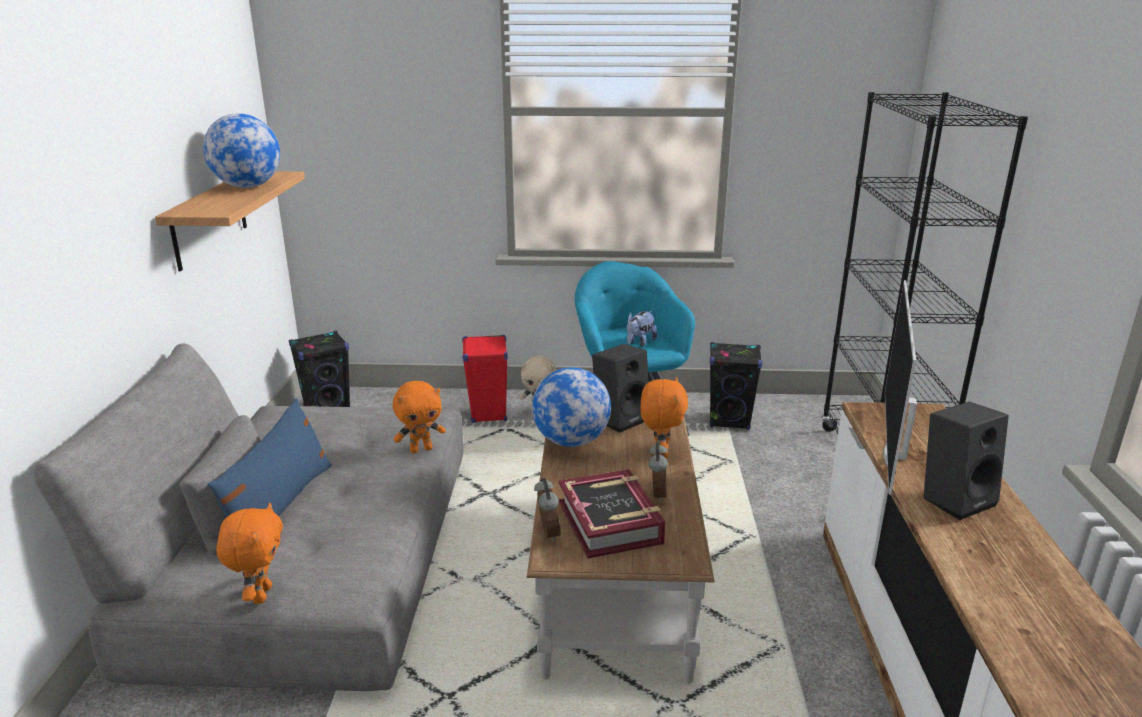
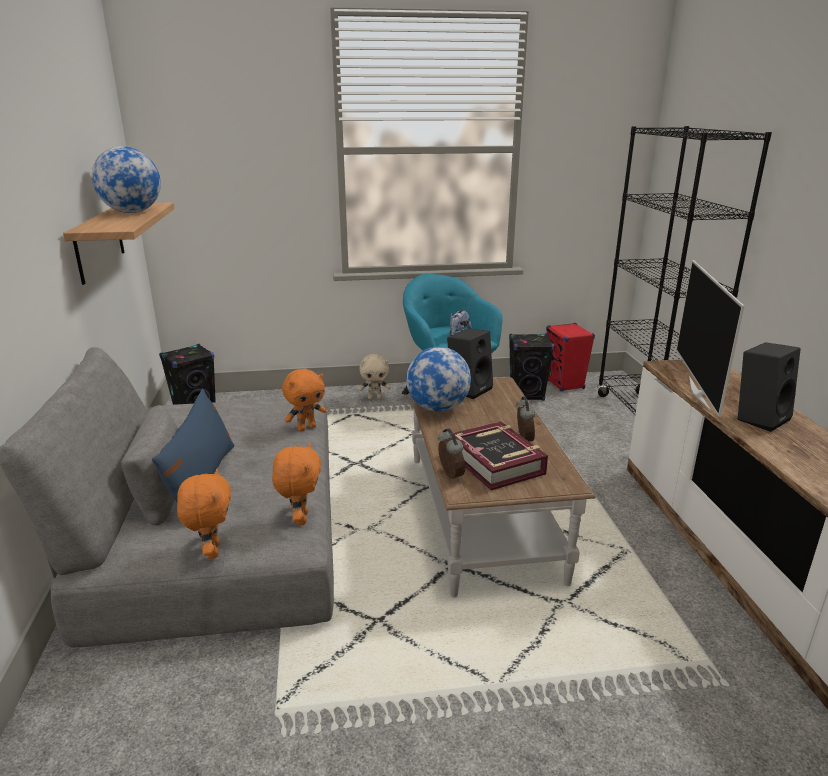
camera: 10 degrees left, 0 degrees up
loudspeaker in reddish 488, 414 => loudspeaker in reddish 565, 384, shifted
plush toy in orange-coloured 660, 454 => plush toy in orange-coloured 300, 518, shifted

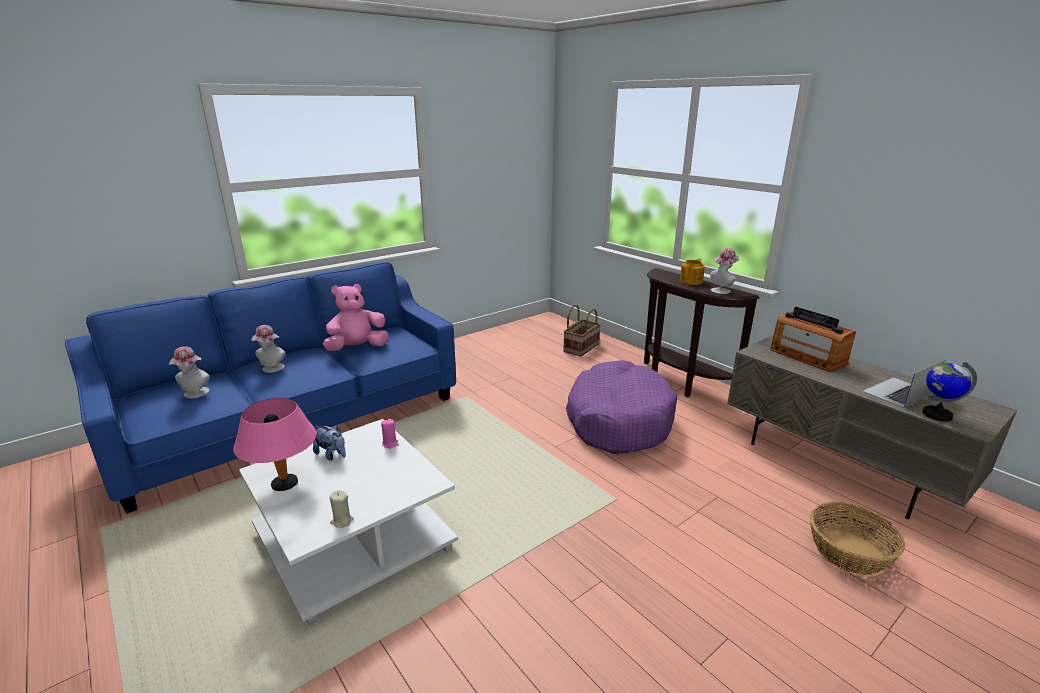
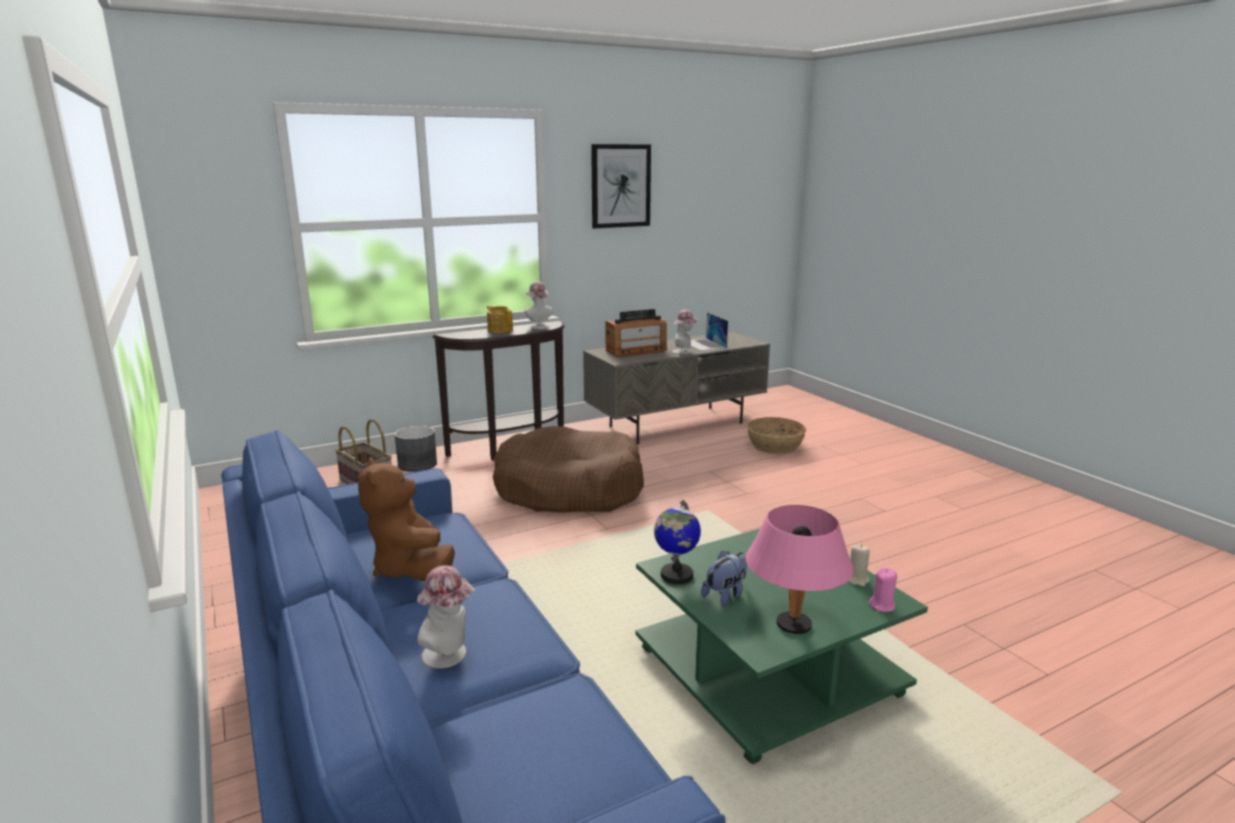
camera: 80 degrees left, 5 degrees down
nothing => plant pot in greyish 417, 464
nothing => wall art 620, 186
clothing hat 194, 394 => clothing hat 684, 352, shifted
wax light in pinkish 390, 443 => wax light in pinkish 882, 605, shifted
desk globe 936, 414 => desk globe 676, 575, shifted
lounge table in white-coloured 355, 539 => lounge table in green-coloured 764, 671
plush toy in pinkish 357, 348 => plush toy in brown-coloured 412, 569
dog cushion in purple 618, 420 => dog cushion in brown-coloured 569, 489

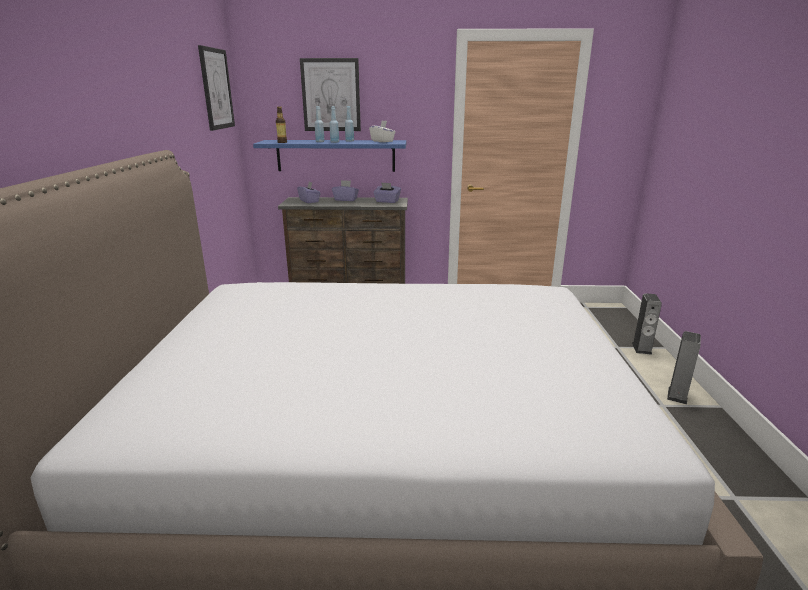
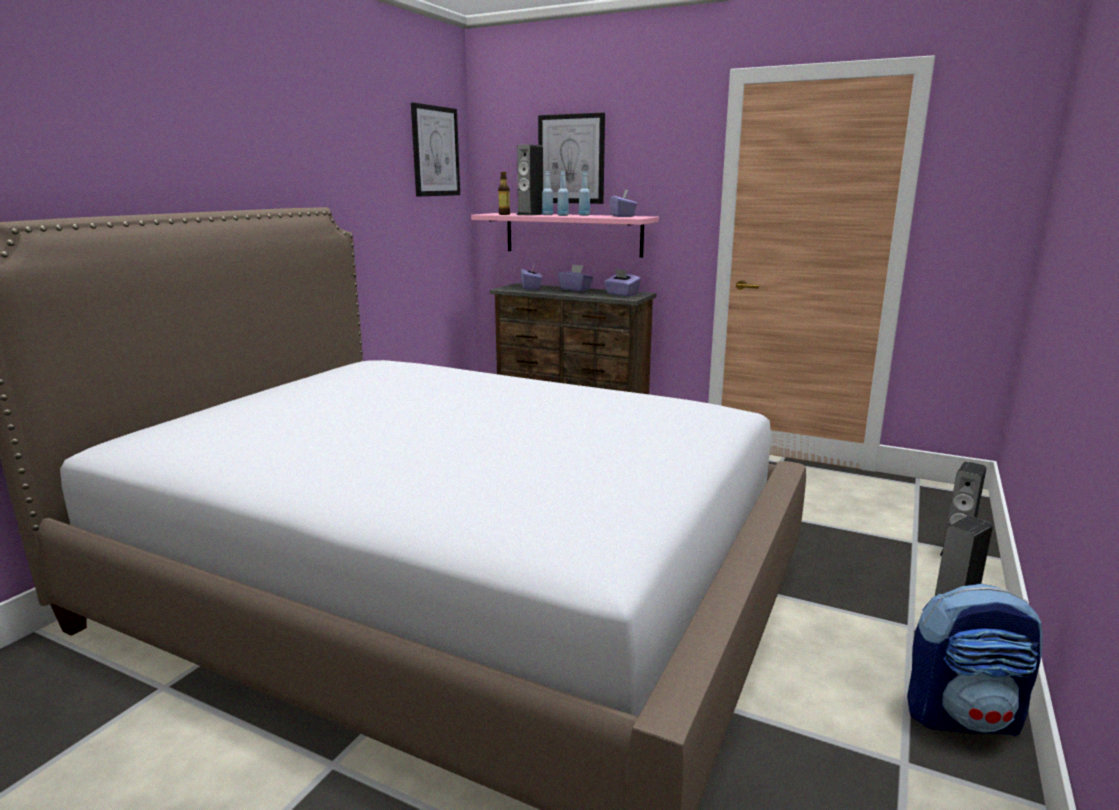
camera: 25 degrees right, 5 degrees down
nothing => loudspeaker 530, 214
nothing => knapsack 963, 716
bracket shelf in blue 335, 155 => bracket shelf in pinkish 573, 234
tissue holder in white-coloured 382, 141 => tissue holder in purple 622, 216

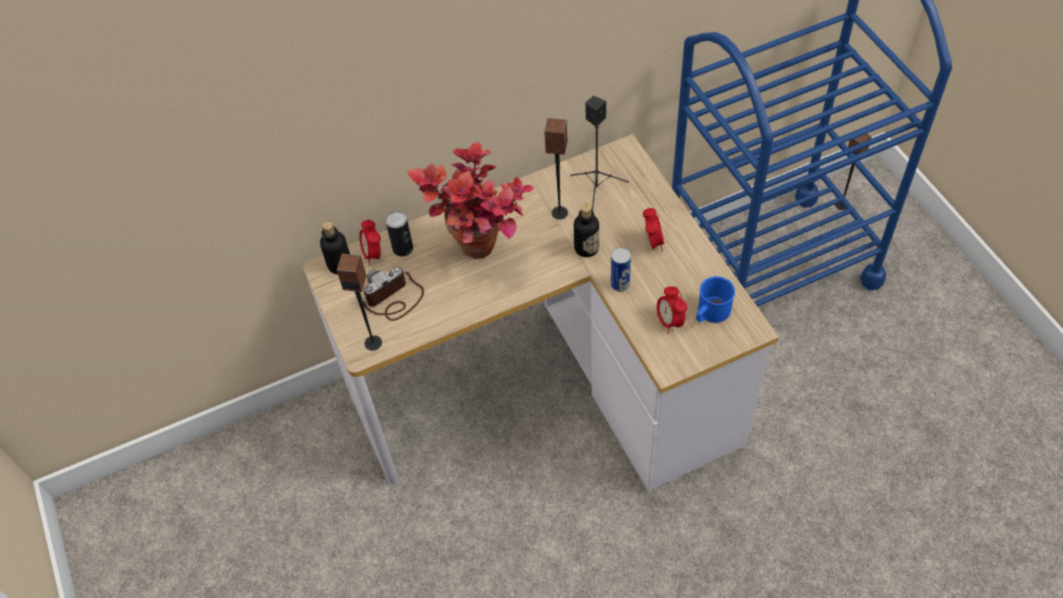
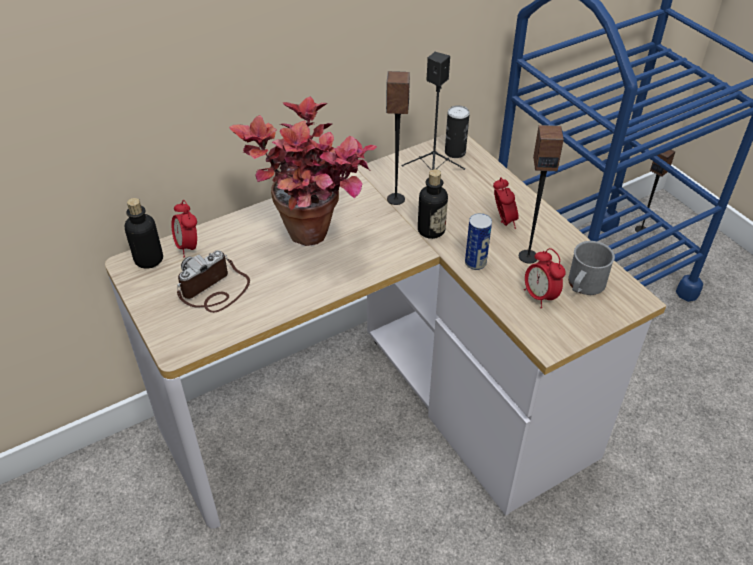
camera: 10 degrees left, 10 degrees down
loudspeaker 373, 342 => loudspeaker 528, 256, shifted
sealed can 403, 248 => sealed can 455, 152, shifted
tea mug in blue 710, 313 => tea mug in greyish 583, 286

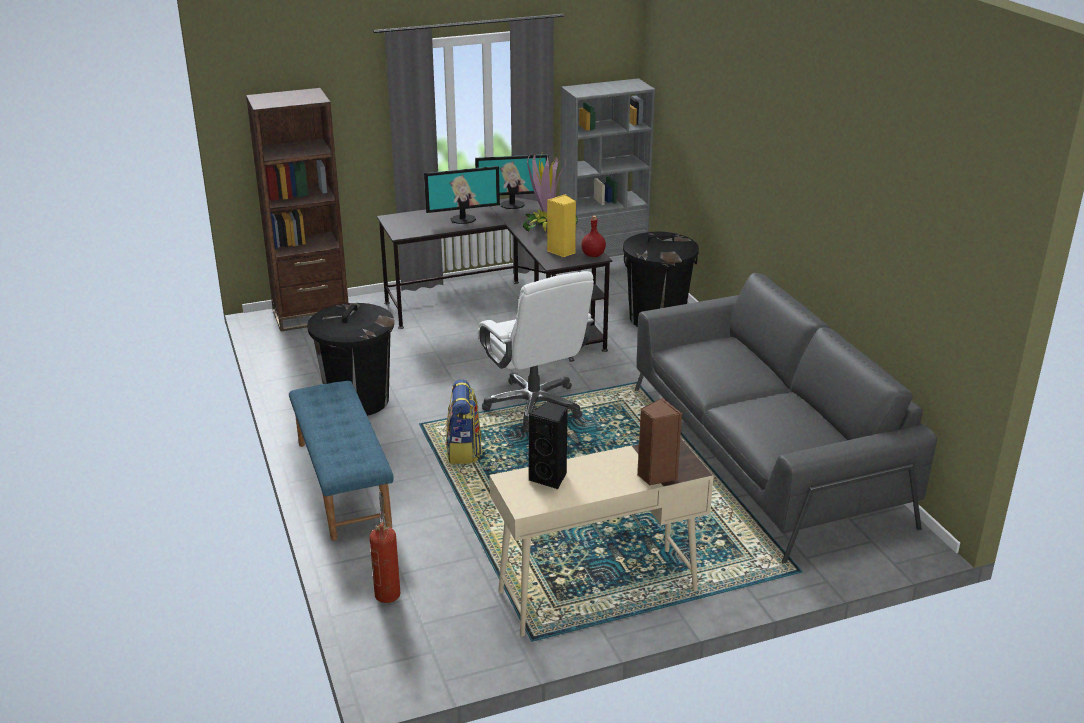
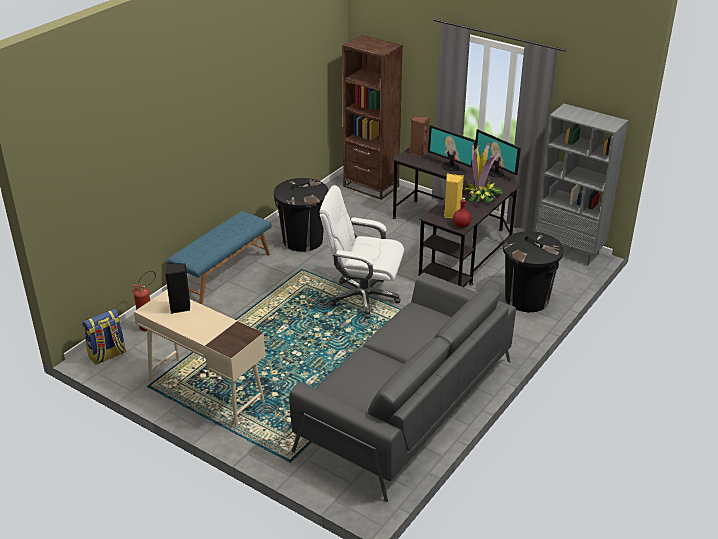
camera: 55 degrees right, 5 degrees up
knapsack 464, 451 => knapsack 107, 355, shifted
loudspeaker in brown-coloured 655, 475 => loudspeaker in brown-coloured 418, 152, shifted
desk chair in white-coloured 534, 406 => desk chair in white-coloured 363, 297, 75 degrees clockwise

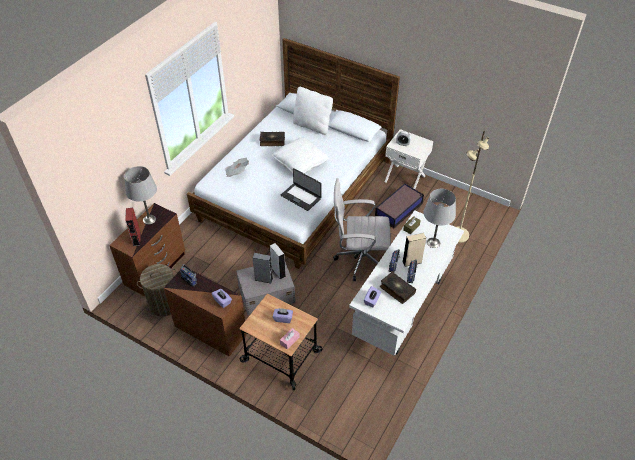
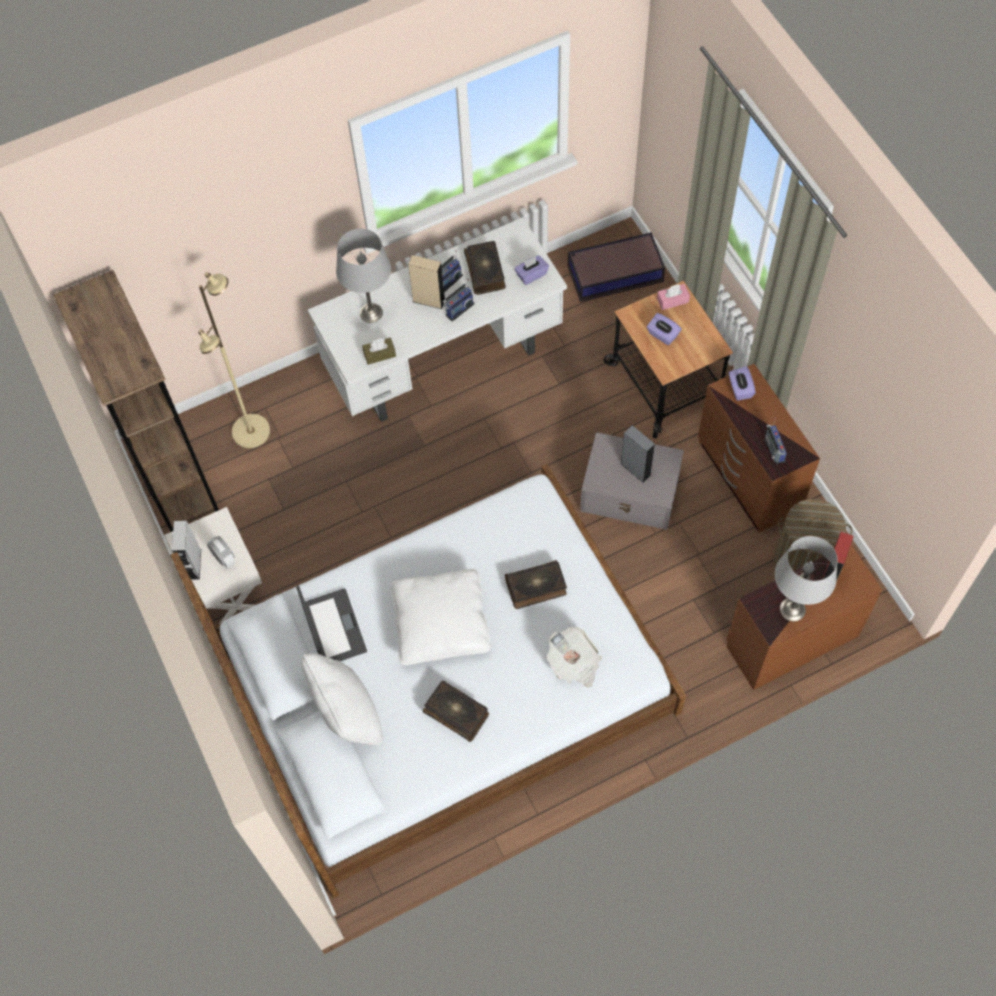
camera: 145 degrees left, 15 degrees up
desk chair in white-coloured 359, 259 => nothing
nothing => shelving unit in brown-coloured 174, 477
nothing => book 536, 587
loudspeaker in greyish 278, 272 => loudspeaker in greyish 193, 564, shifted
notebook computer 301, 197 => notebook computer 333, 628, shifted
storage box 399, 209 => storage box 614, 273, shifted

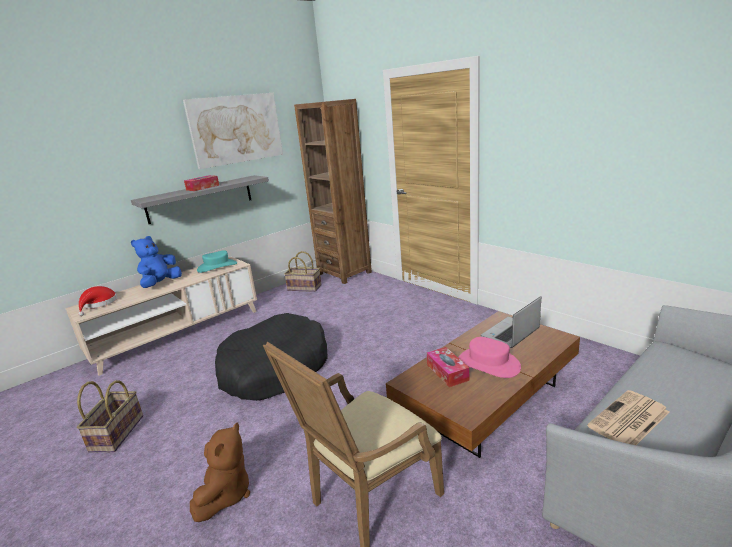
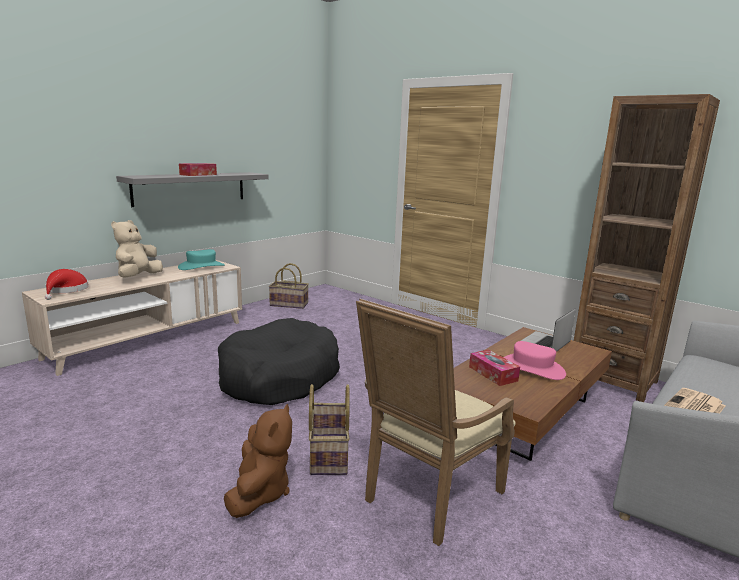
camera: 10 degrees left, 5 degrees down
wall art 236, 129 => nothing
storage basket 116, 433 => storage basket 328, 454, shifted
shelving unit in brown-coloured 344, 273 => shelving unit in brown-coloured 612, 379, shifted
plush toy in blue 160, 284 => plush toy in beige-coloured 138, 277

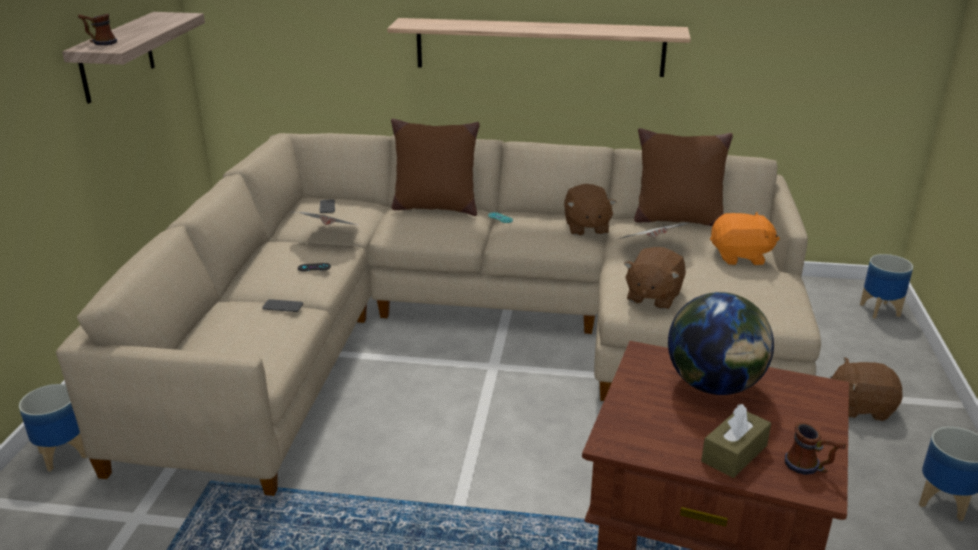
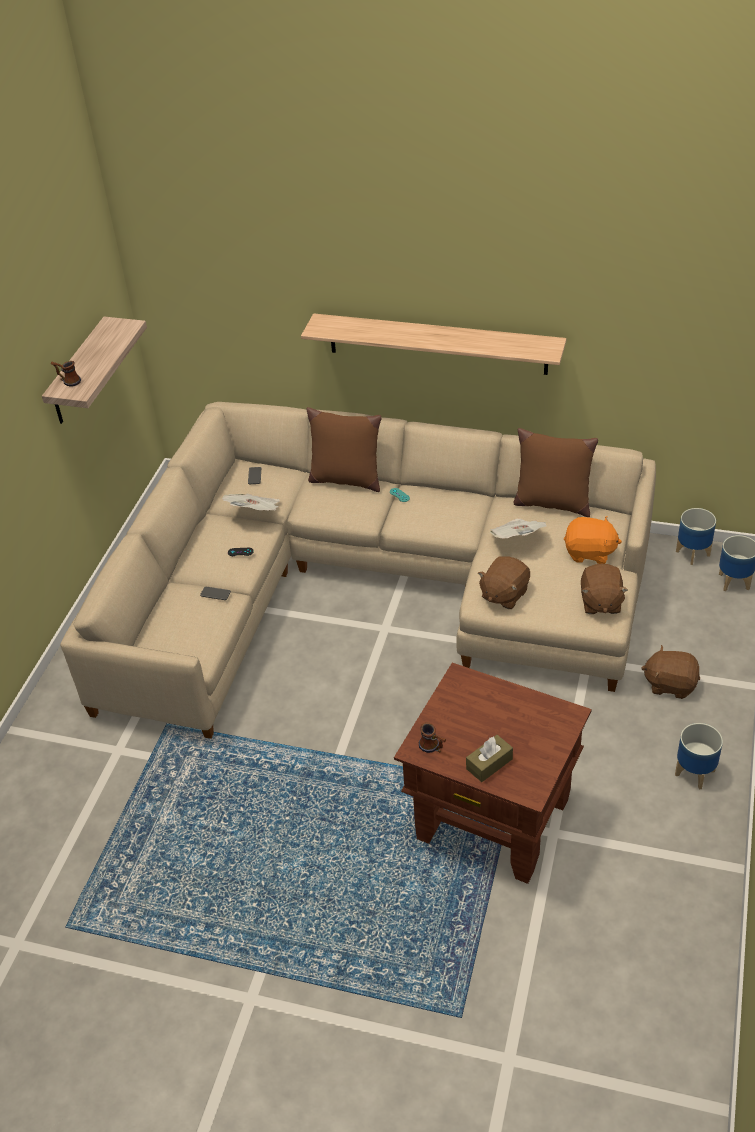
camera: 10 degrees right, 15 degrees up
desk globe 714, 385 => nothing
plant pot 64, 454 => plant pot 693, 553, shifted
plush toy in brown-coloured 586, 227 => plush toy in brown-coloured 600, 602, shifted
tea mug 810, 467 => tea mug 433, 748, shifted

